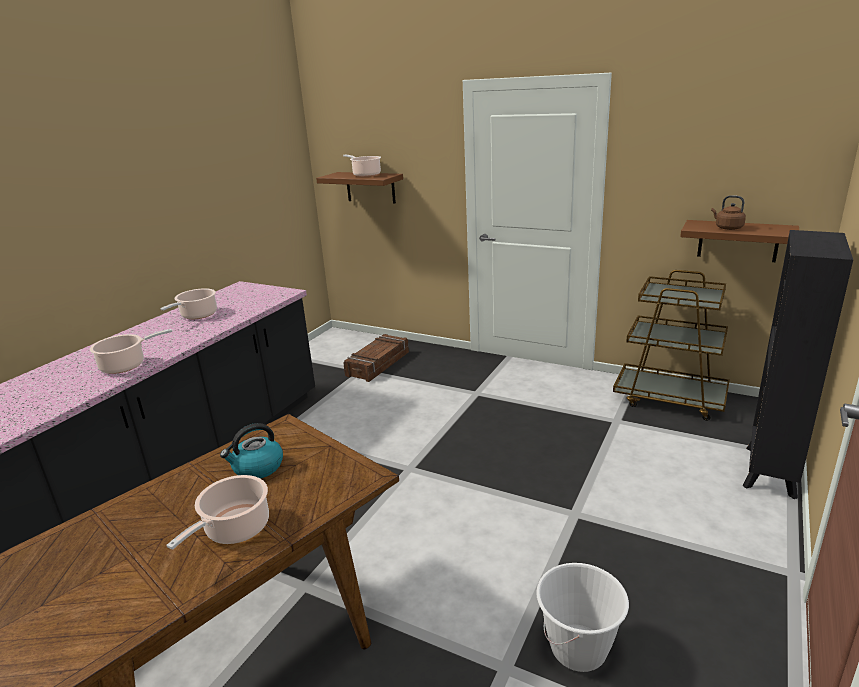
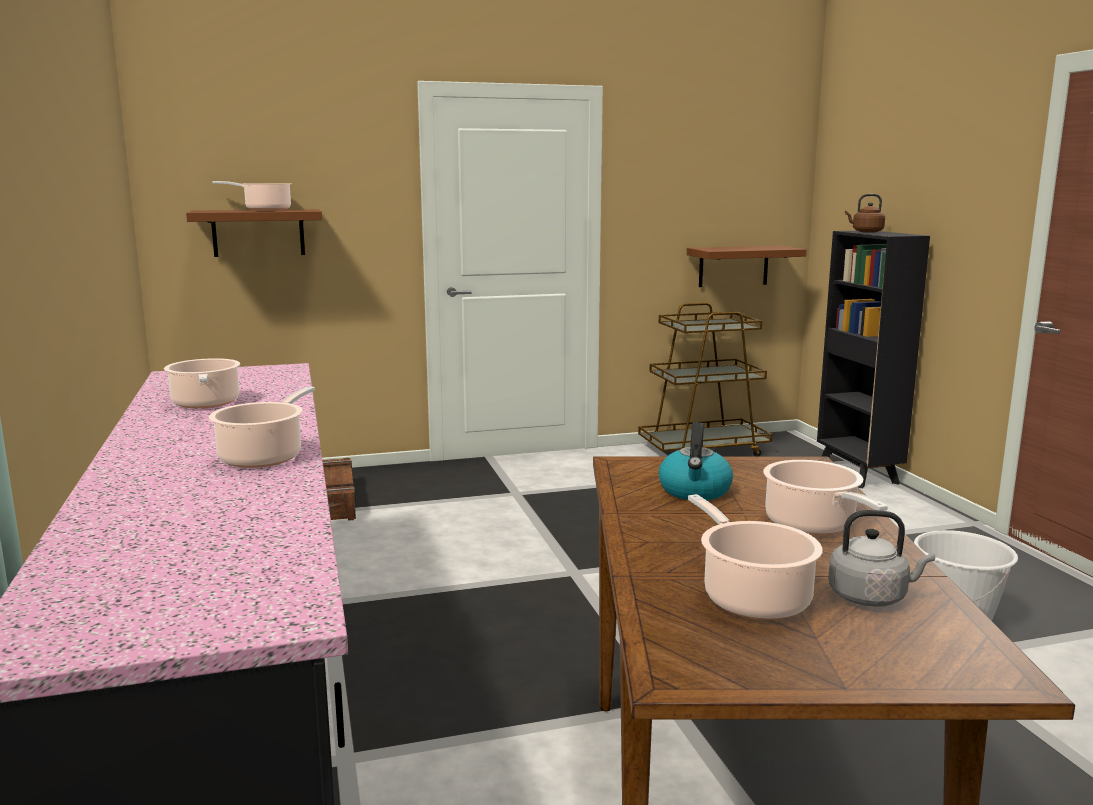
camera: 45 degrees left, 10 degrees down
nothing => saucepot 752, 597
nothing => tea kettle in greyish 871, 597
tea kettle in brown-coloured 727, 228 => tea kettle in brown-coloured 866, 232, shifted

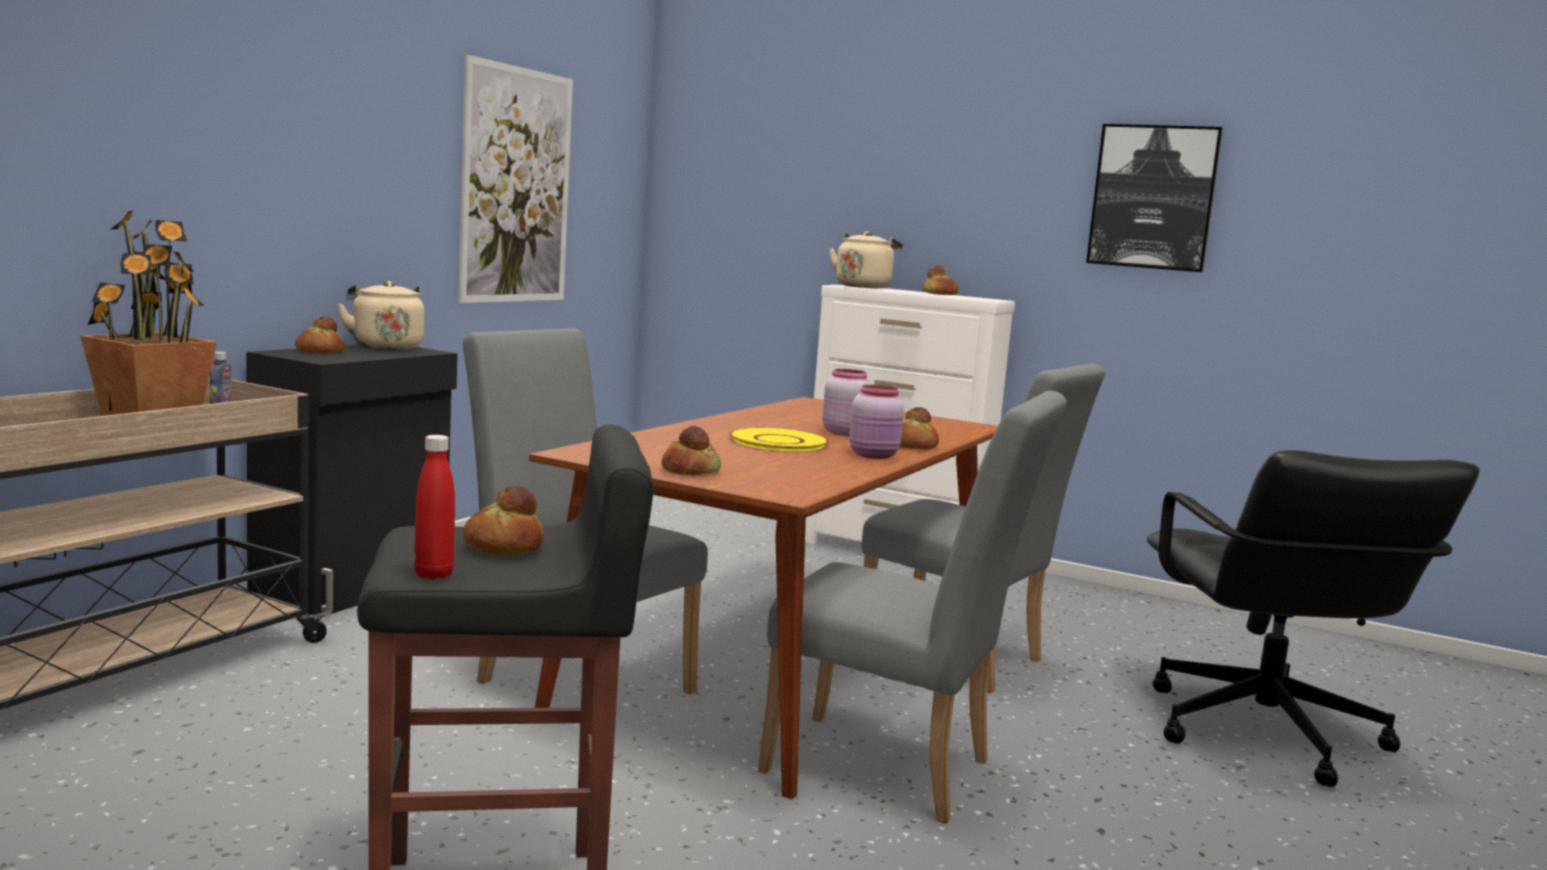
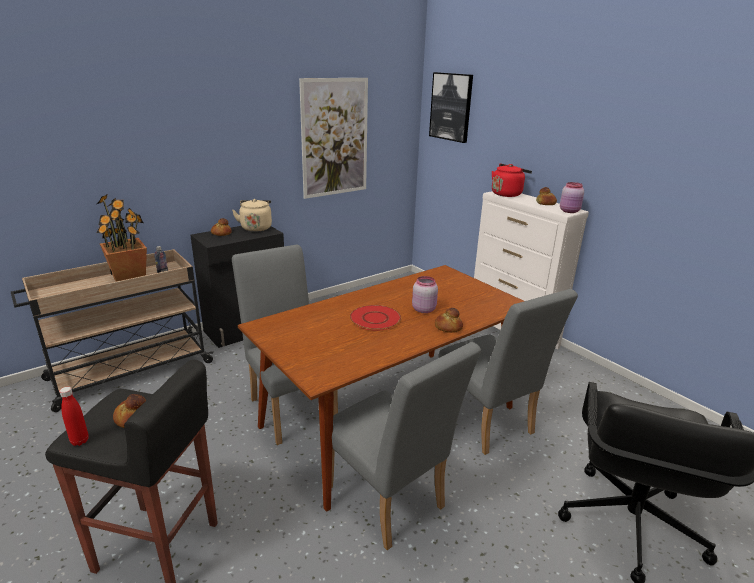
camera: 25 degrees right, 15 degrees up
bakery bread 689, 470 => nothing
preserve jar in pinkish 875, 455 => preserve jar in pinkish 570, 211, shifted
wall art 1153, 197 => wall art 451, 107, shifted
flat dish in yellowish 778, 442 => flat dish in reddish 375, 318
tea kettle in beige-coloured 863, 287 => tea kettle in reddish 507, 194

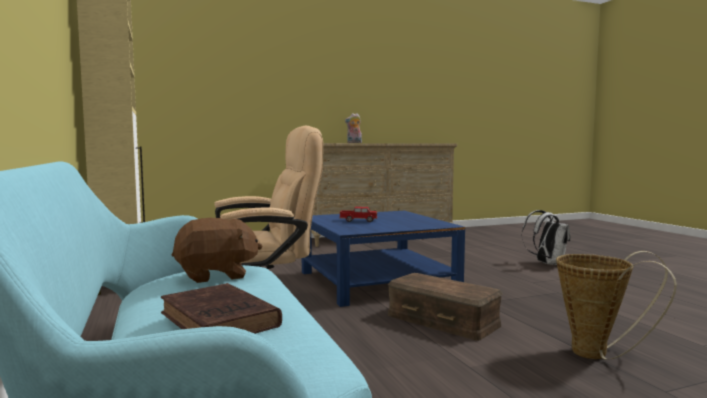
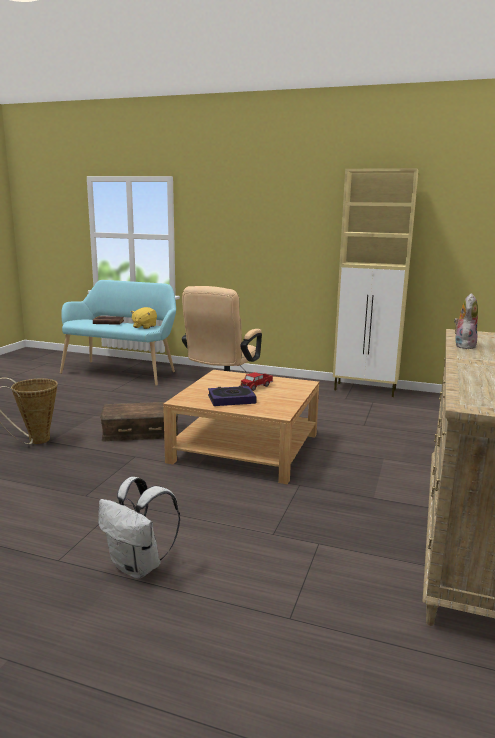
camera: 130 degrees right, 10 degrees up
nothing => book 231, 399
plush toy in brown-coloured 216, 275 => plush toy in yellowish 144, 326
lounge table in blue 377, 281 => lounge table in beige-coloured 245, 448

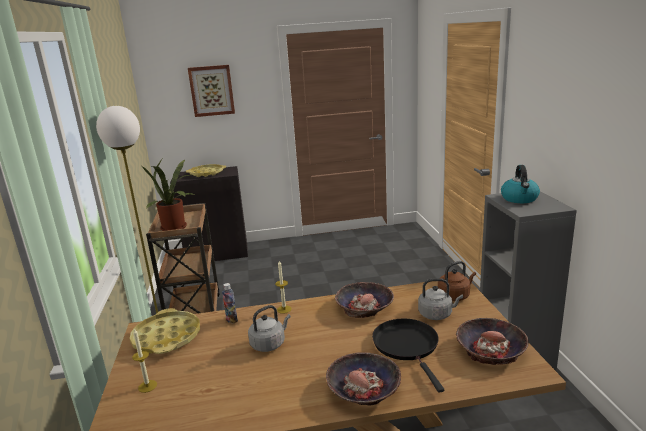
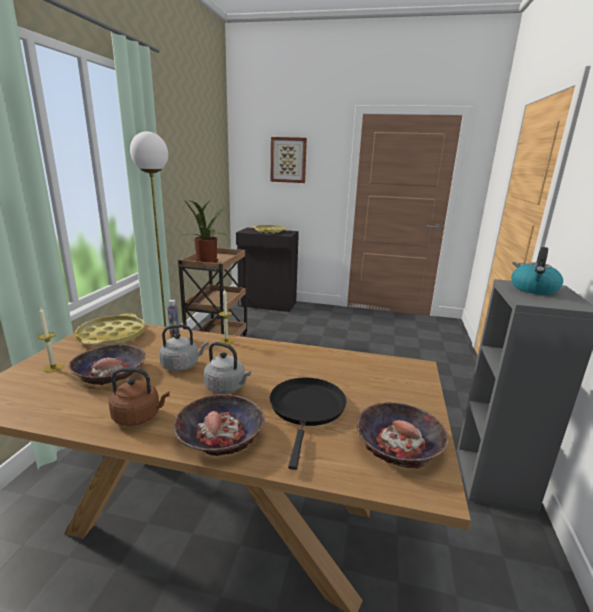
camera: 20 degrees right, 0 degrees up
bowl 364, 307 => bowl 110, 373, shifted
tea kettle in greyish 437, 314 => tea kettle in greyish 227, 388, shifted
tea kettle in brown-coloured 455, 296 => tea kettle in brown-coloured 139, 417, shifted

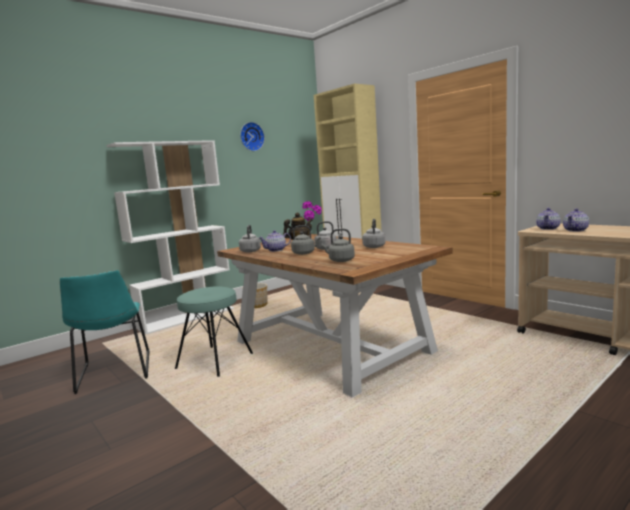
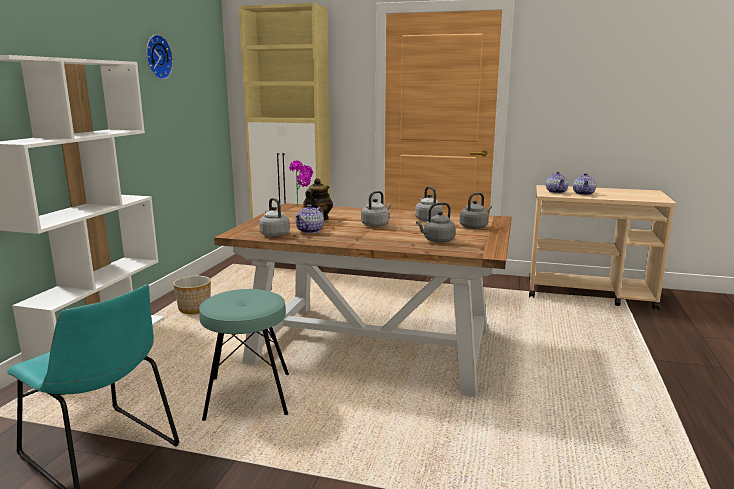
camera: 35 degrees left, 5 degrees up
tea kettle in greyish 305, 253 => tea kettle in greyish 474, 227, shifted

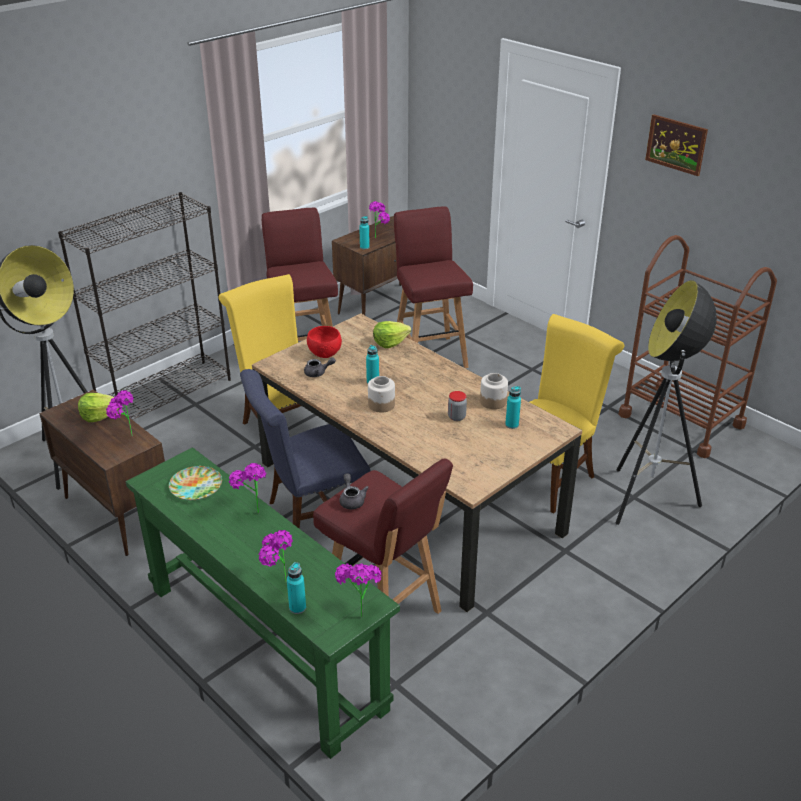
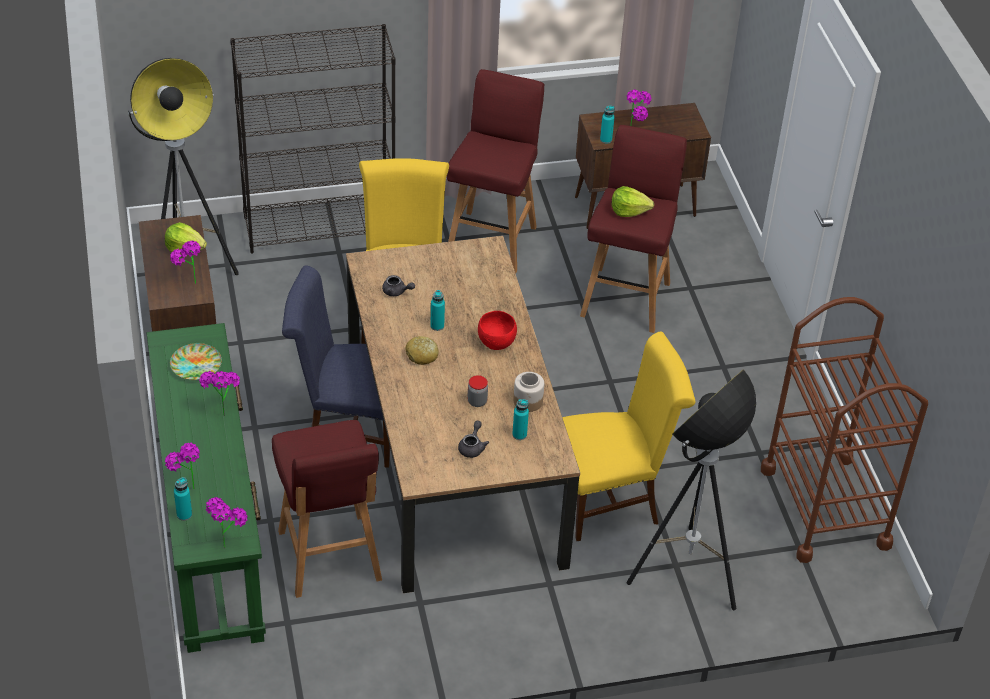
camera: 30 degrees right, 10 degrees up
wall art 676, 144 => nothing
bowl in reddish 324, 354 => bowl in reddish 496, 342, shifted
tea pot in greyish 352, 500 => tea pot in greyish 472, 447, shifted
lettuce head 390, 342 => lettuce head 629, 210, shifted
preserve jar 381, 404 => bakery bread 422, 355

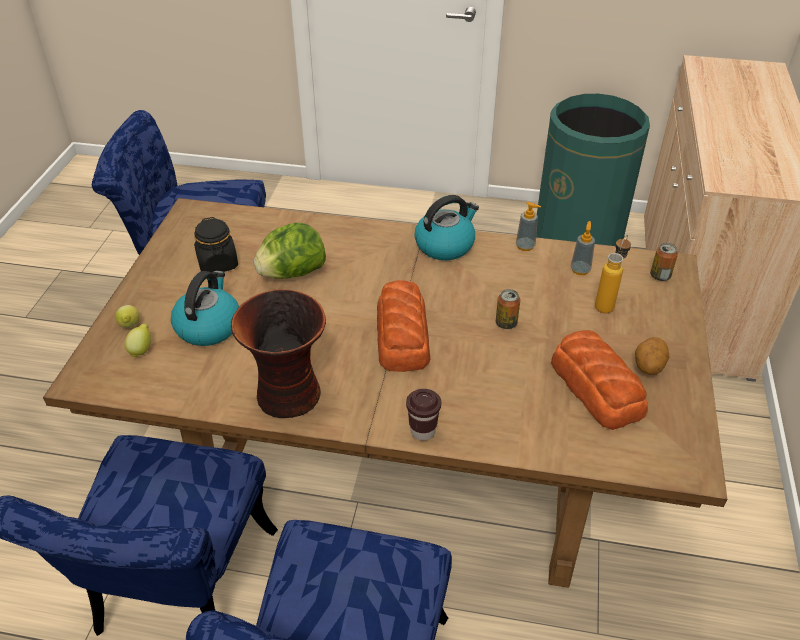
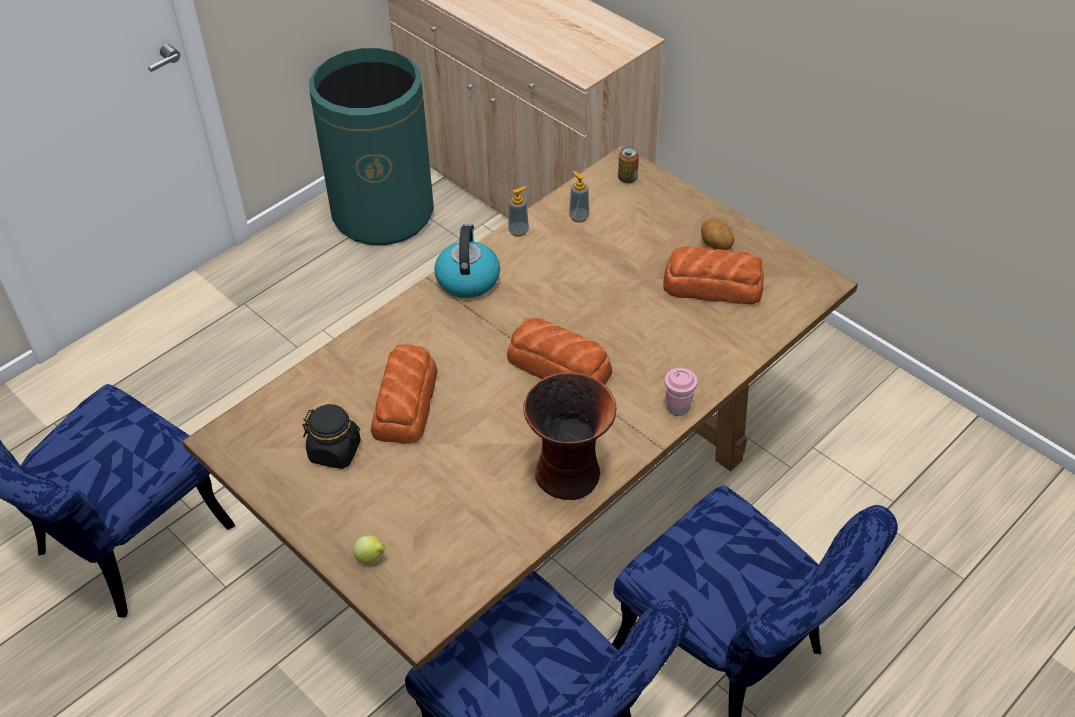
camera: 55 degrees left, 5 degrees up
citrus fruit 141, 350 => nothing
tea kettle 208, 326 => nothing
sealed can 506, 323 => nothing
beverage bottle 607, 303 => nothing
lettuce head 292, 273 => bakery bread 406, 401
cup in brown-coloured 422, 431 => cup in pinkish 678, 407

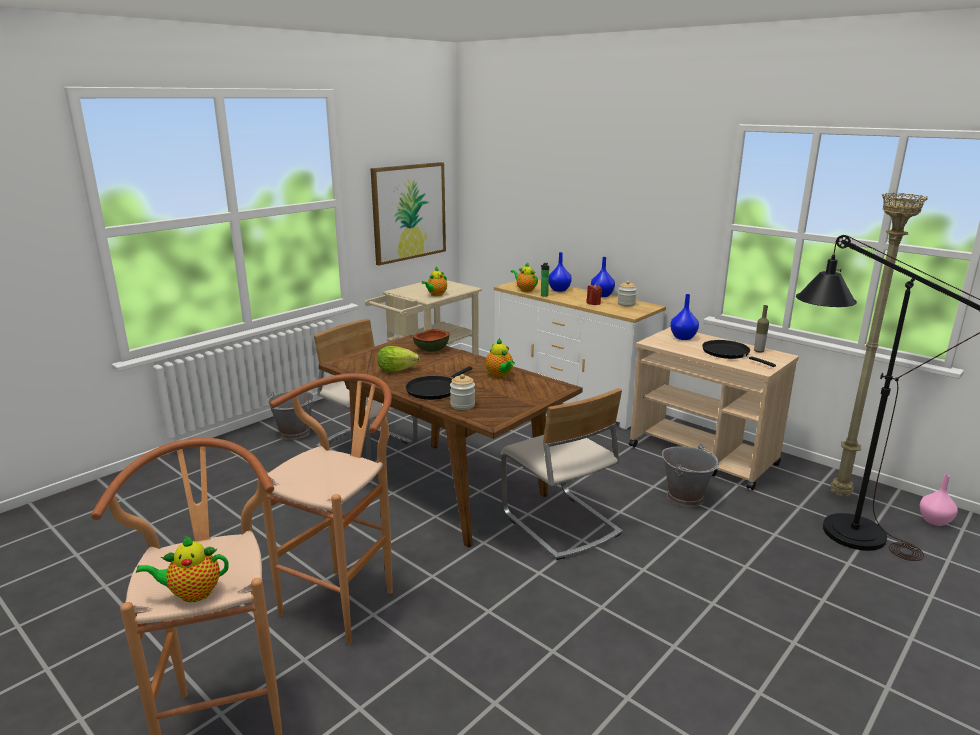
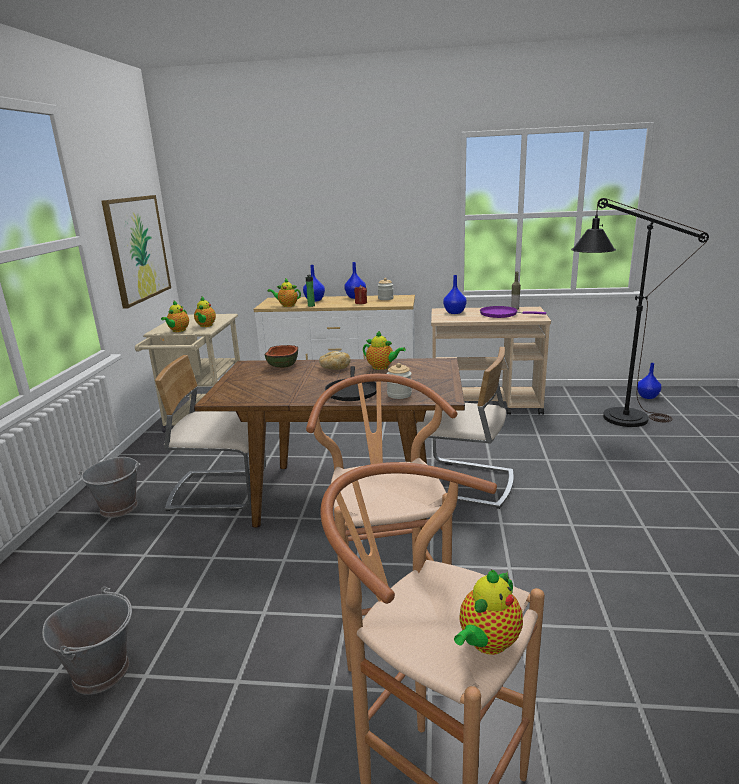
camera: 35 degrees left, 0 degrees up
lettuce head 396, 370 => nothing
standing lamp in beige-coloured 841, 496 => nothing
nothing => tea pot 178, 330
nothing => bakery bread 334, 368
pail in greyish 685, 497 => pail in greyish 102, 671, shifted
skillet in blackish 728, 353 => skillet in purple 501, 314
vase in pinkish 934, 520 => vase in blue 647, 396

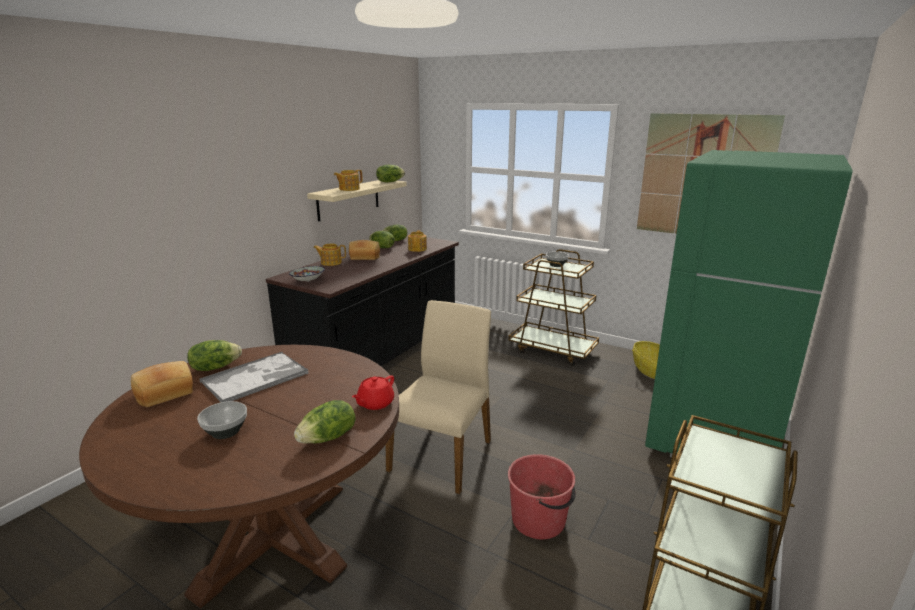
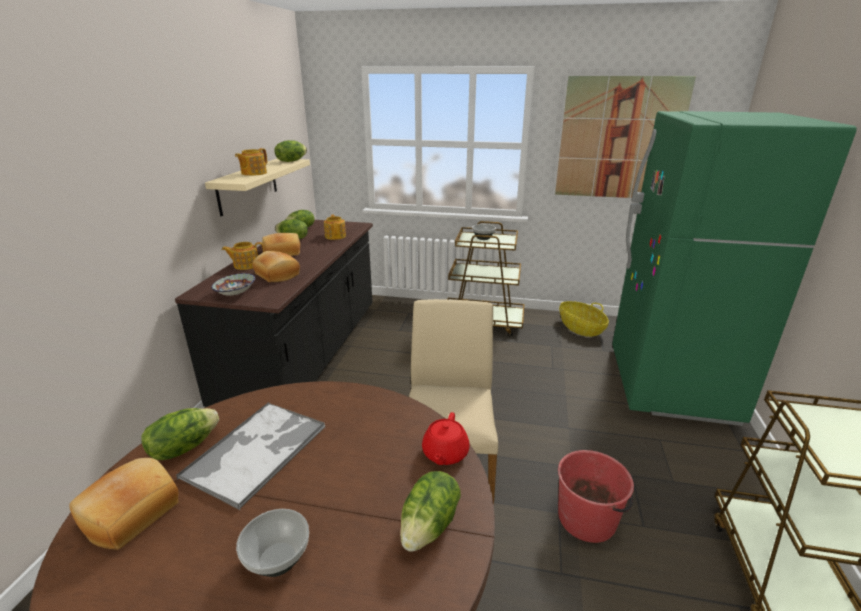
camera: 20 degrees left, 5 degrees up
nothing => bakery bread 276, 275

